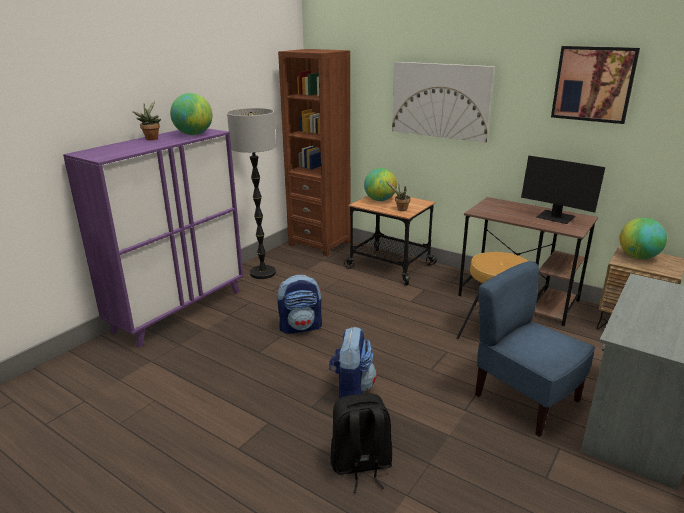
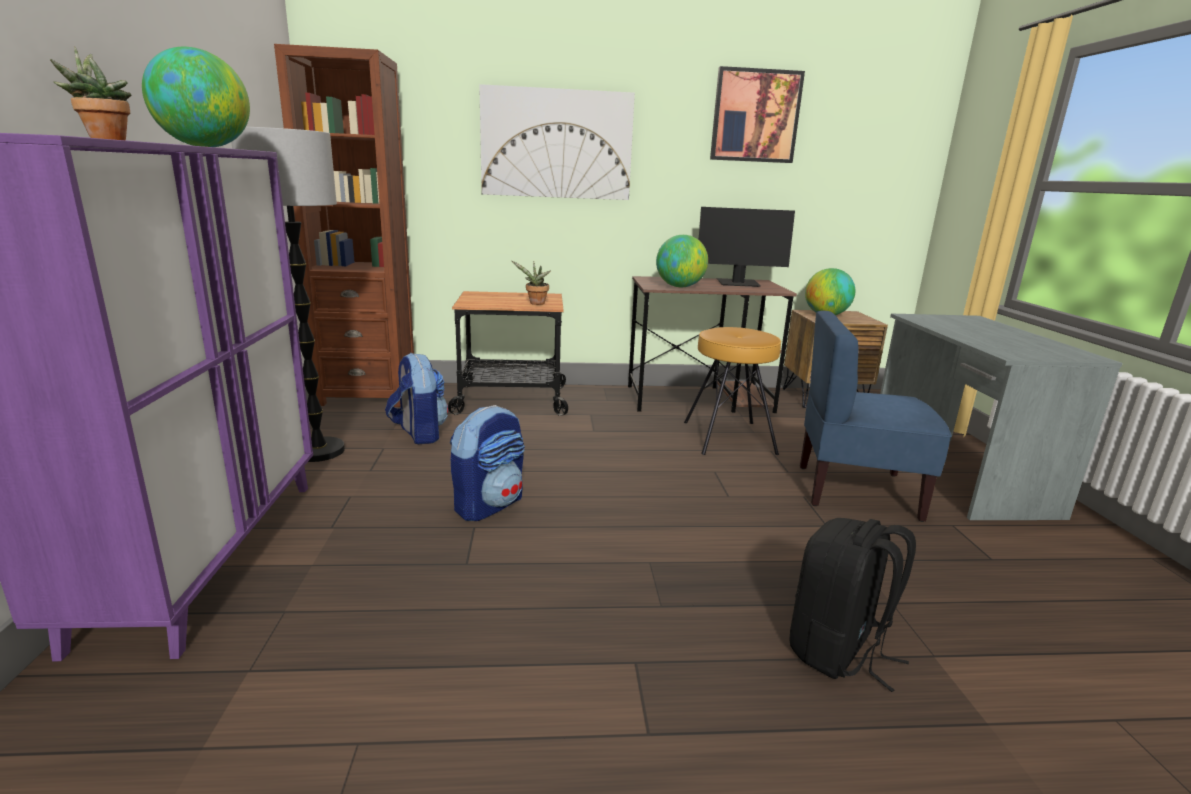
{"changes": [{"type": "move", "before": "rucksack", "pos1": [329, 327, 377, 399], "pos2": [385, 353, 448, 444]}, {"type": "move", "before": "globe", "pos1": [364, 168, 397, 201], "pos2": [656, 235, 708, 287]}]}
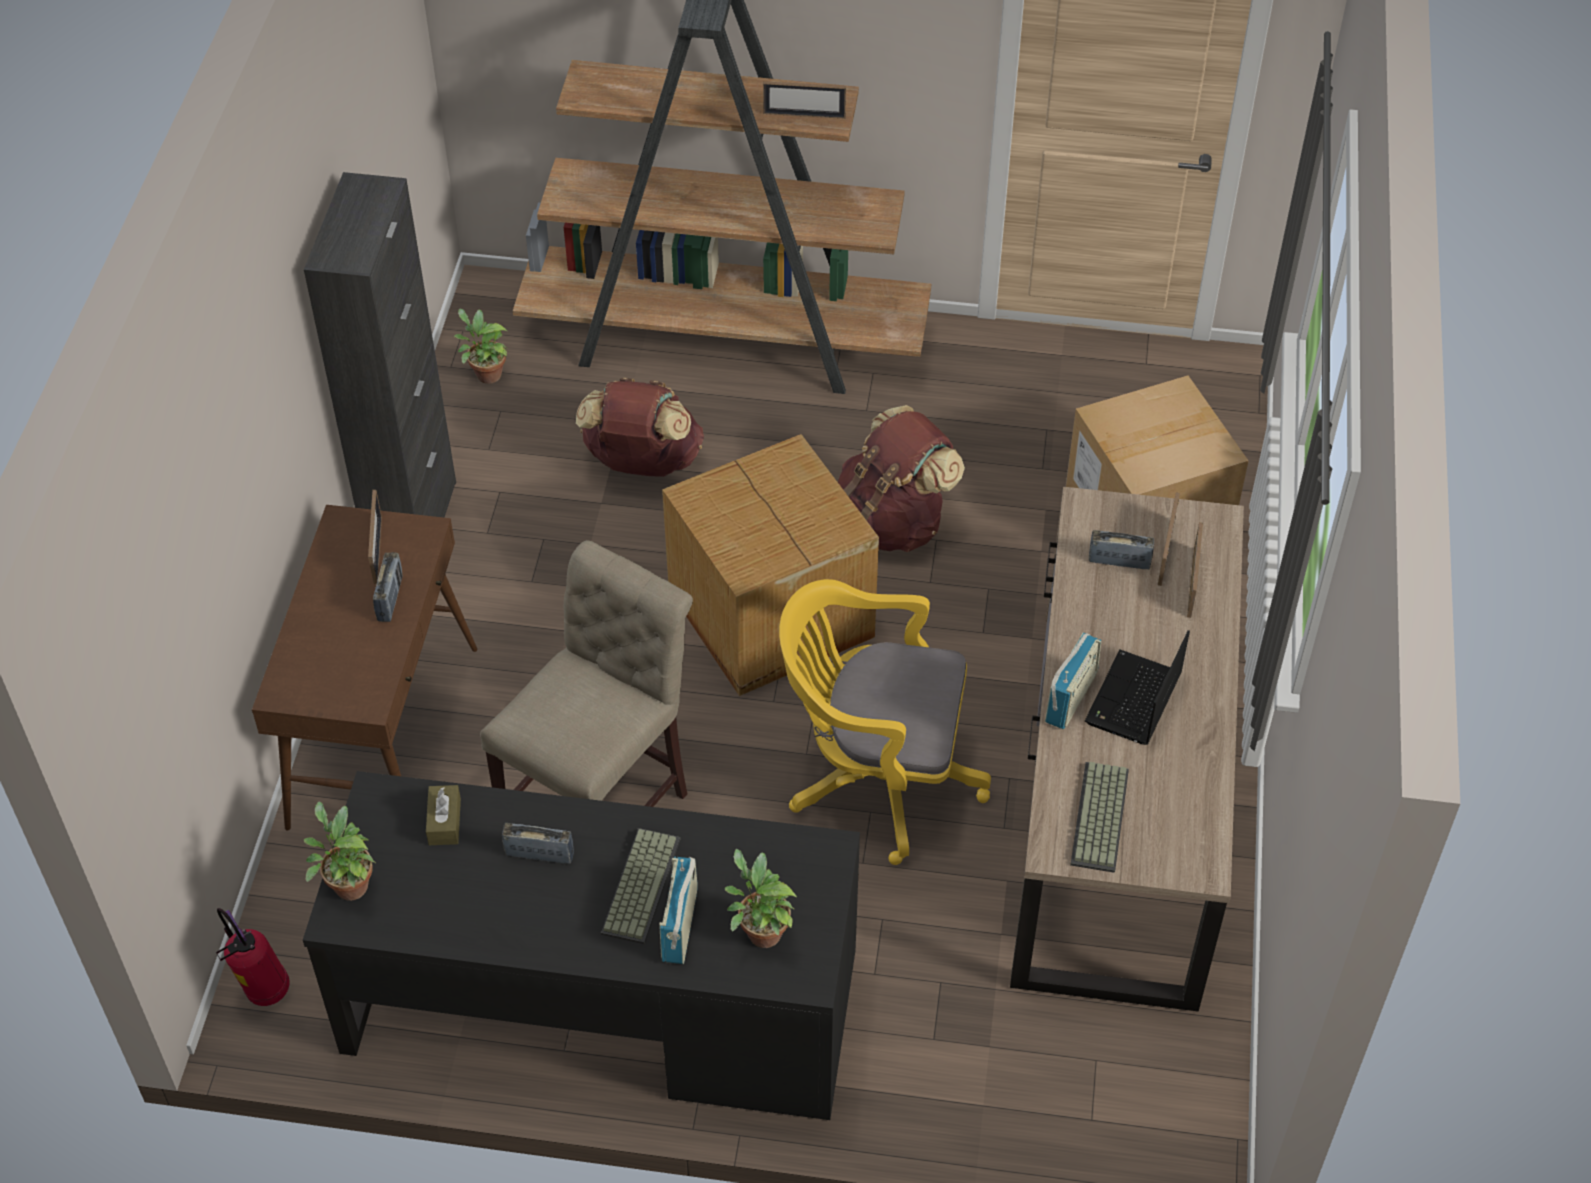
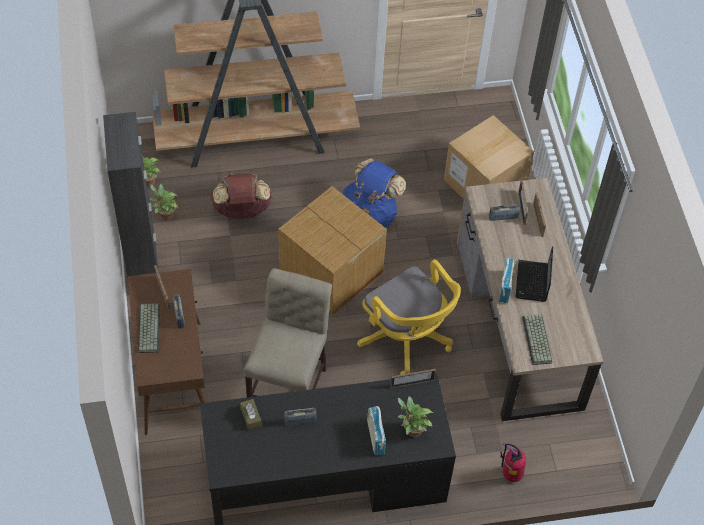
{"changes": [{"type": "move", "before": "fire extinguisher", "pos1": [216, 908, 290, 1006], "pos2": [500, 443, 526, 482]}, {"type": "move", "before": "plant in a pot", "pos1": [304, 802, 376, 901], "pos2": [150, 184, 178, 220]}, {"type": "move", "before": "computer keyboard", "pos1": [601, 828, 680, 944], "pos2": [138, 303, 160, 353]}, {"type": "move", "before": "photo frame", "pos1": [763, 81, 846, 119], "pos2": [390, 369, 436, 388]}, {"type": "recolor", "before": "rucksack (brown-coloured)", "after": "rucksack (blue)", "pos1": [838, 405, 965, 552], "pos2": [343, 158, 406, 228]}, {"type": "rotate", "before": "desk chair (yellowish)", "pos1": [779, 579, 991, 865], "pos2": [357, 259, 461, 375], "turn": -120}]}
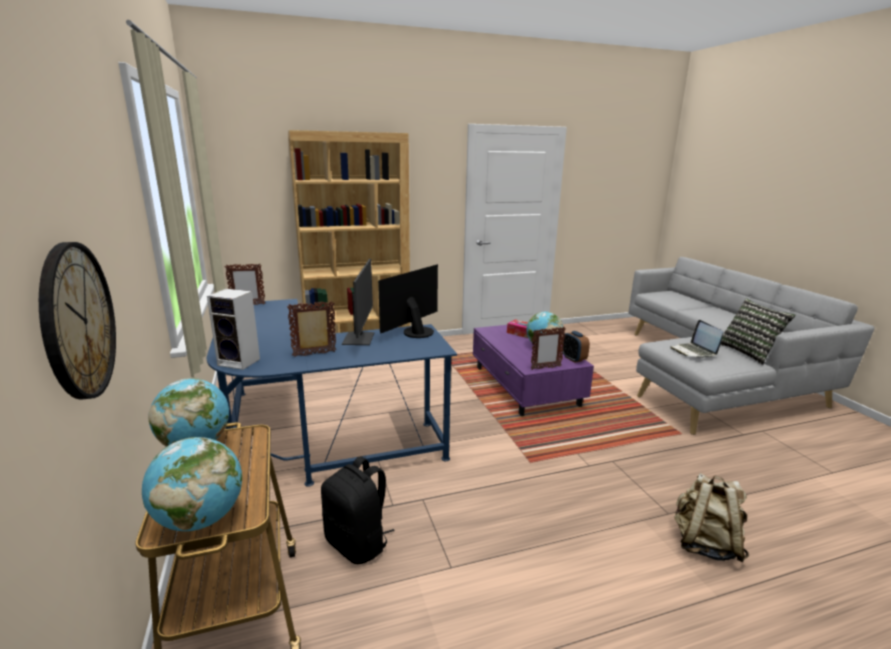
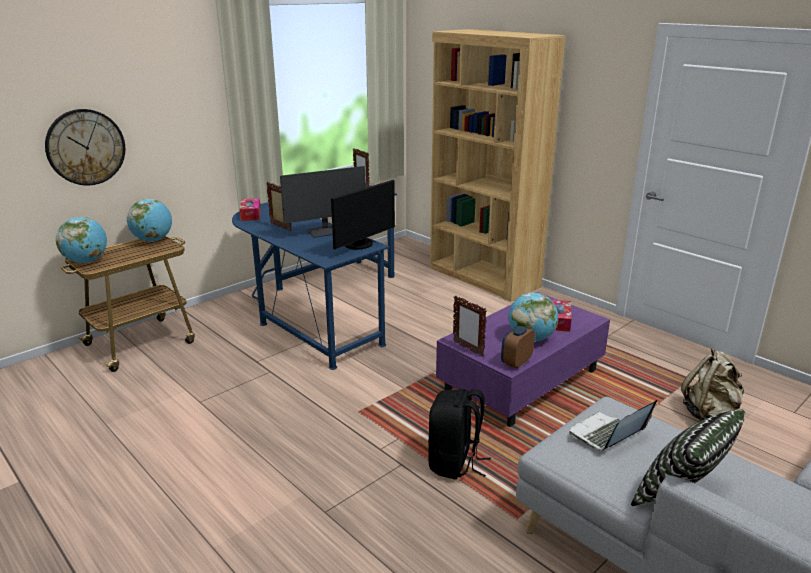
{"changes": [{"type": "move", "before": "rucksack (black)", "pos1": [321, 456, 395, 564], "pos2": [428, 389, 491, 479]}, {"type": "move", "before": "rucksack (beige)", "pos1": [674, 473, 749, 562], "pos2": [681, 348, 744, 421]}, {"type": "replace", "before": "speaker", "after": "box of tissues", "pos1": [207, 289, 260, 370], "pos2": [240, 198, 261, 221]}, {"type": "rotate", "before": "computer screen", "pos1": [378, 264, 438, 338], "pos2": [331, 180, 395, 250], "turn": 120}]}
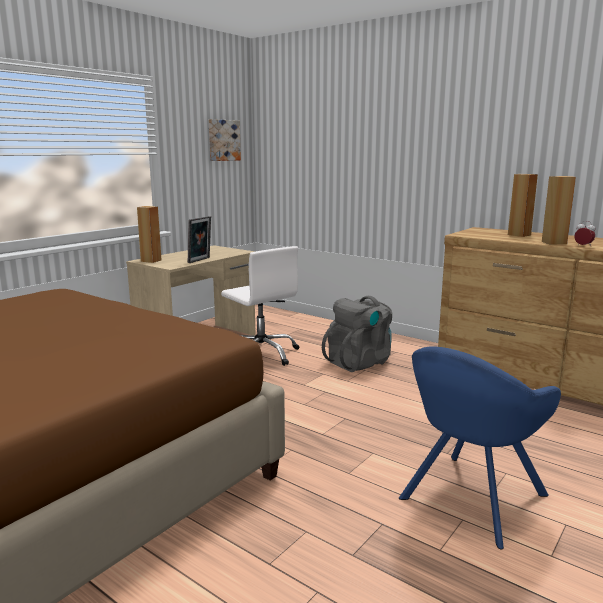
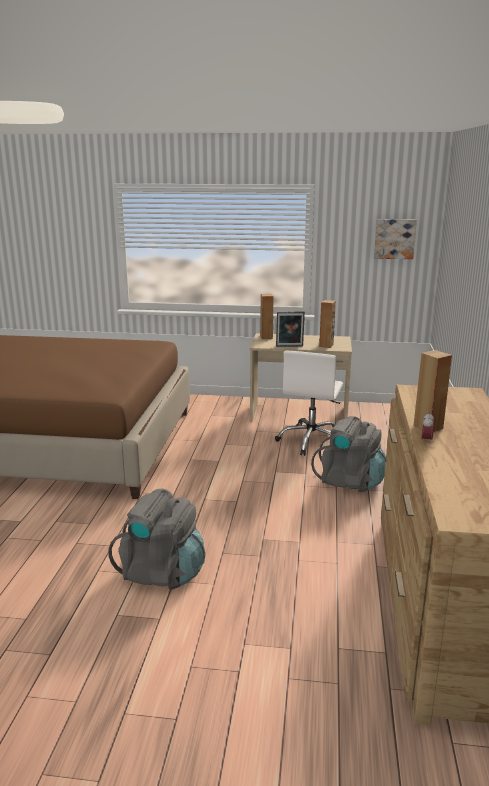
{"changes": [{"type": "move", "before": "speaker (brown-coloured)", "pos1": [508, 174, 538, 237], "pos2": [319, 300, 336, 348]}, {"type": "replace", "before": "easy chair (blue)", "after": "rucksack (grey)", "pos1": [399, 346, 561, 550], "pos2": [108, 489, 205, 589]}]}
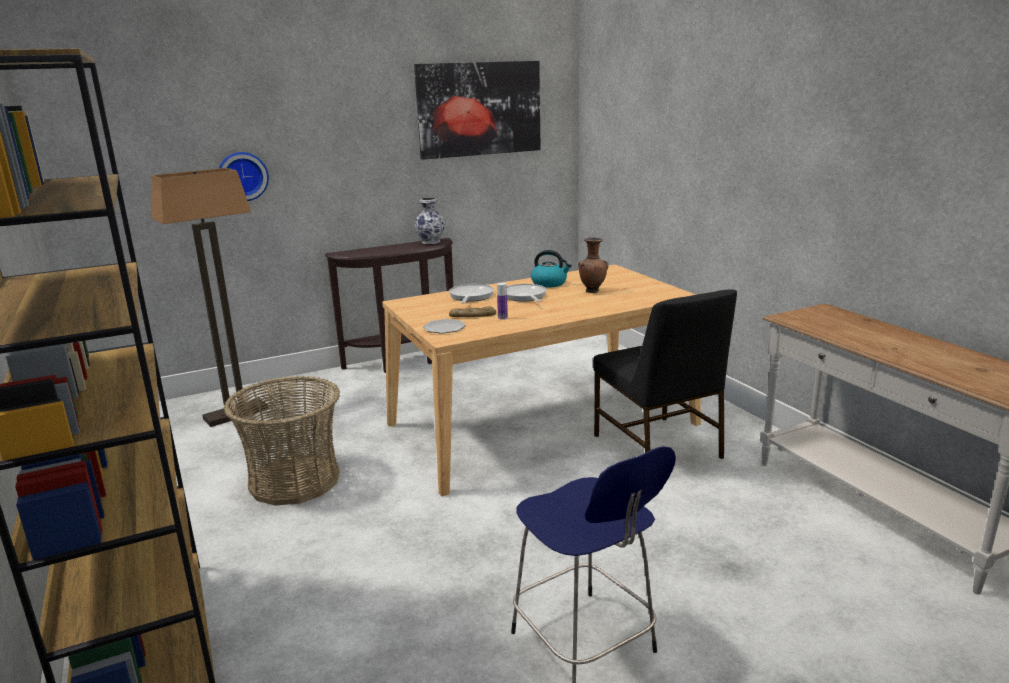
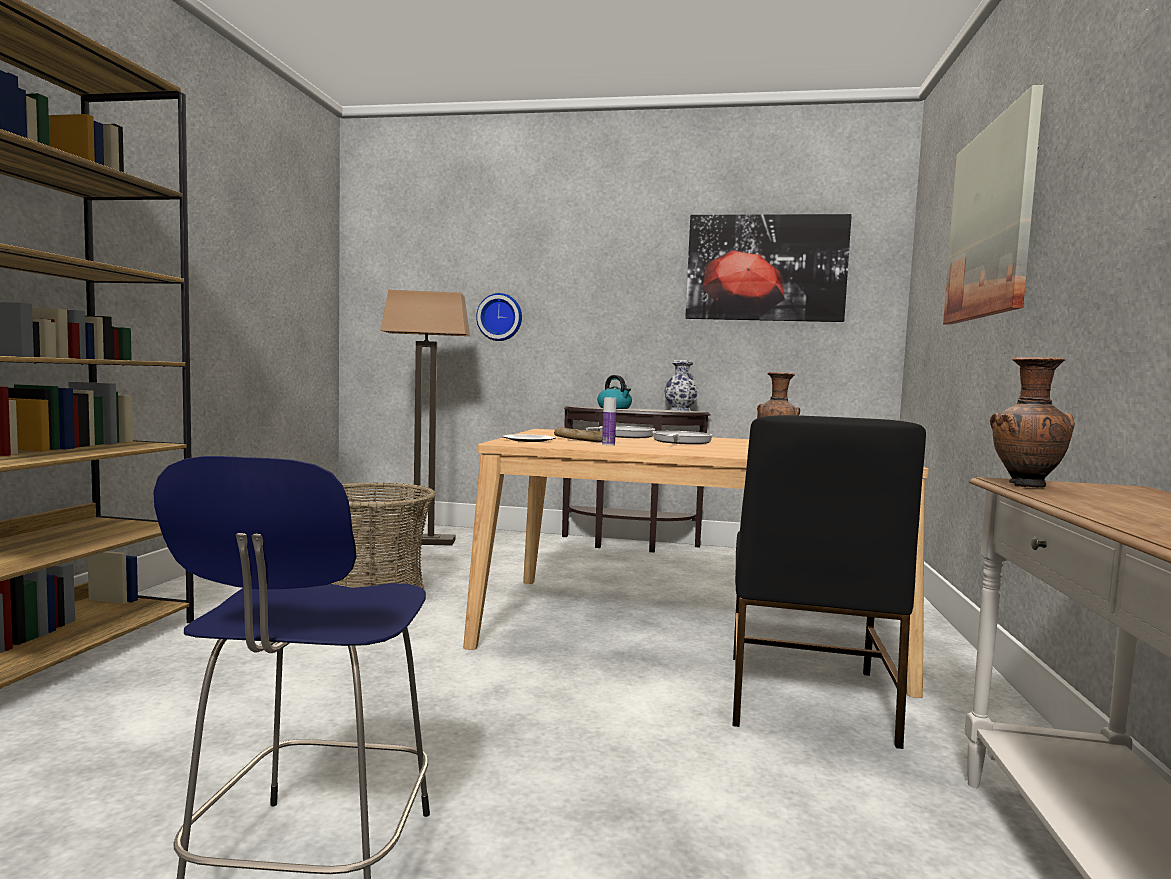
{"changes": [{"type": "insert", "after": "wall art", "pos2": [943, 85, 1044, 325]}, {"type": "insert", "after": "decorative vase (brown-coloured)", "pos2": [990, 357, 1074, 488]}, {"type": "move", "before": "kettle", "pos1": [531, 250, 572, 288], "pos2": [597, 375, 632, 409]}]}
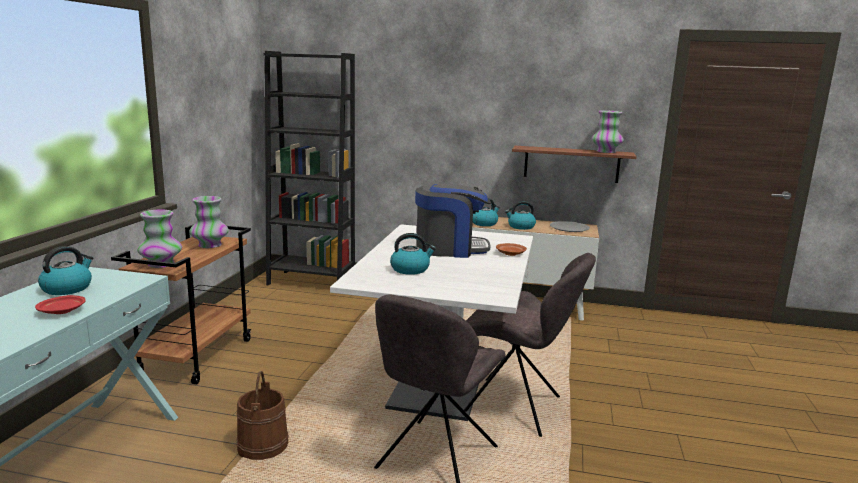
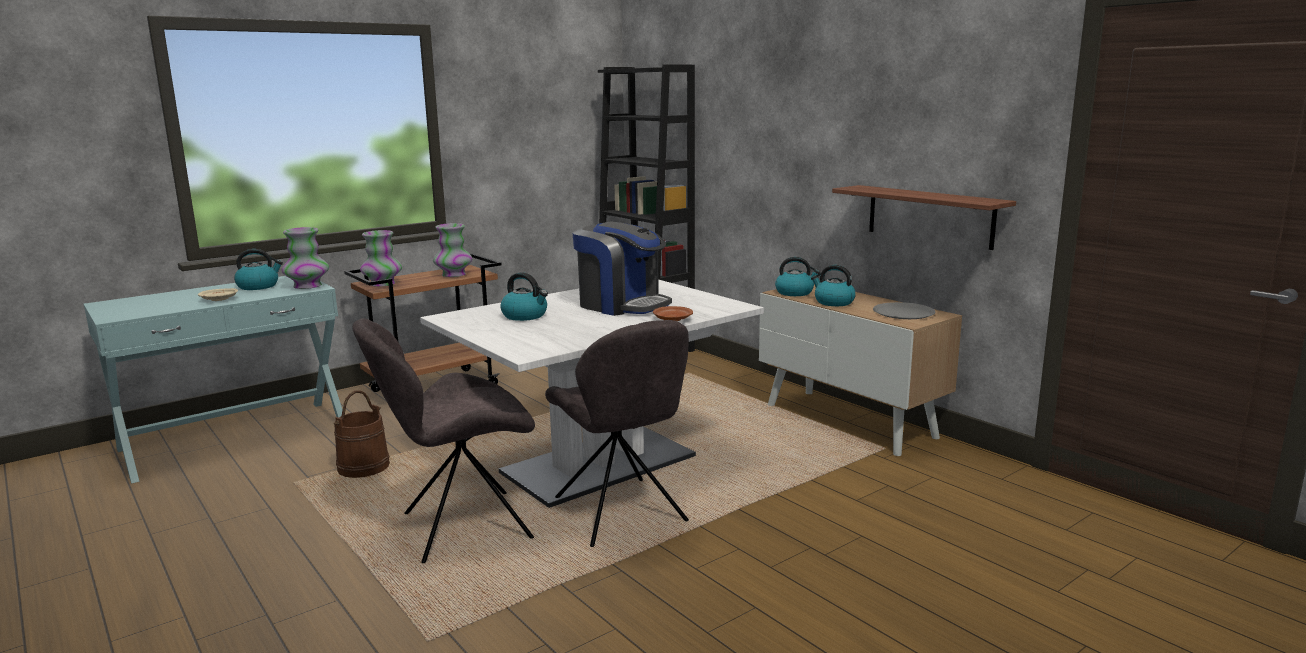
{"changes": [{"type": "move", "before": "decorative vase", "pos1": [592, 110, 624, 153], "pos2": [282, 227, 329, 289]}, {"type": "recolor", "before": "flat dish (red-coloured)", "after": "flat dish (beige)", "pos1": [35, 295, 86, 314], "pos2": [198, 288, 238, 301]}]}
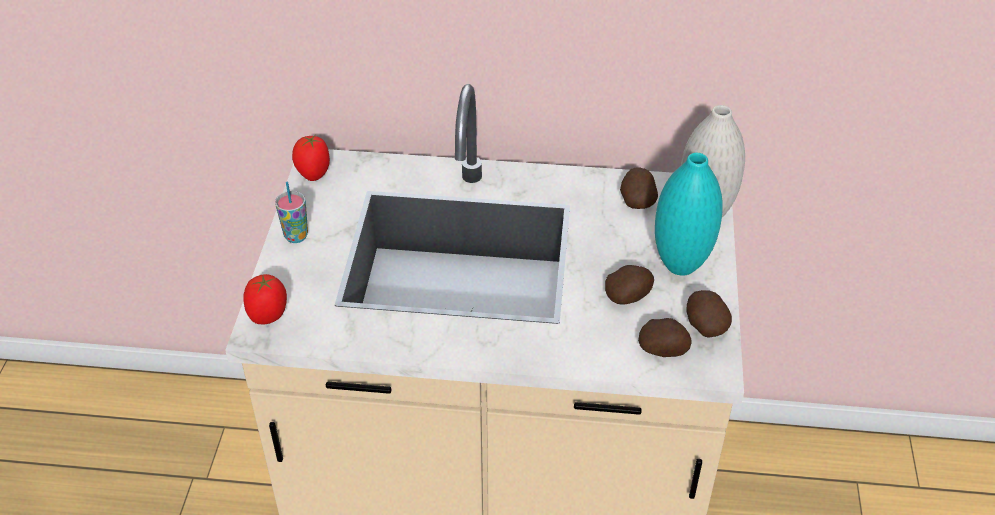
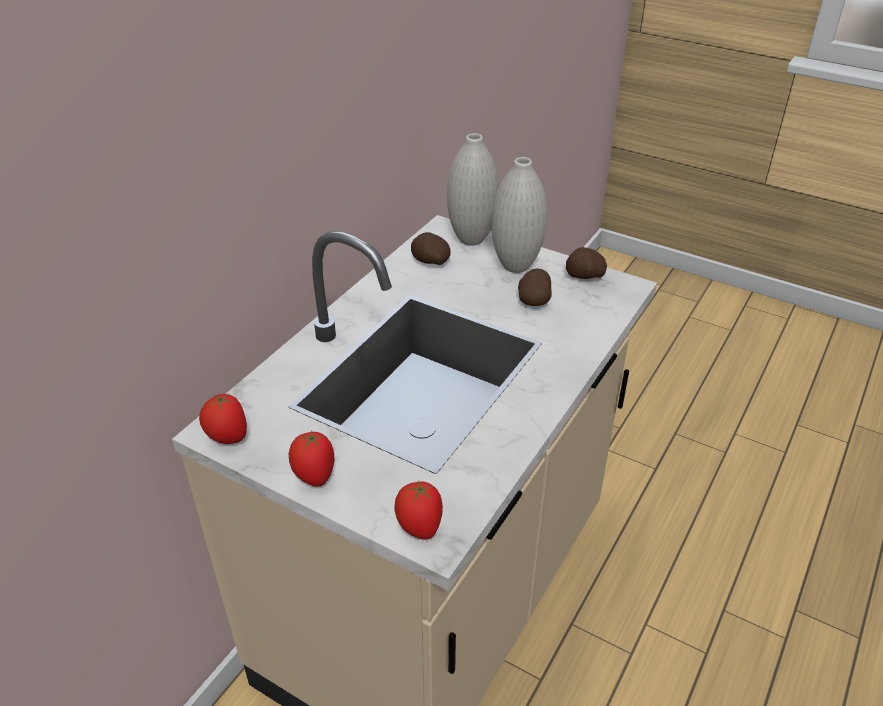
{"changes": [{"type": "delete", "before": "potato", "pos1": [638, 318, 692, 357]}, {"type": "replace", "before": "drinking cup", "after": "whole tomato", "pos1": [275, 181, 308, 243], "pos2": [289, 430, 334, 487]}, {"type": "recolor", "before": "decorative vase (turquoise-coloured)", "after": "decorative vase (white)", "pos1": [655, 153, 723, 276], "pos2": [492, 157, 547, 273]}]}
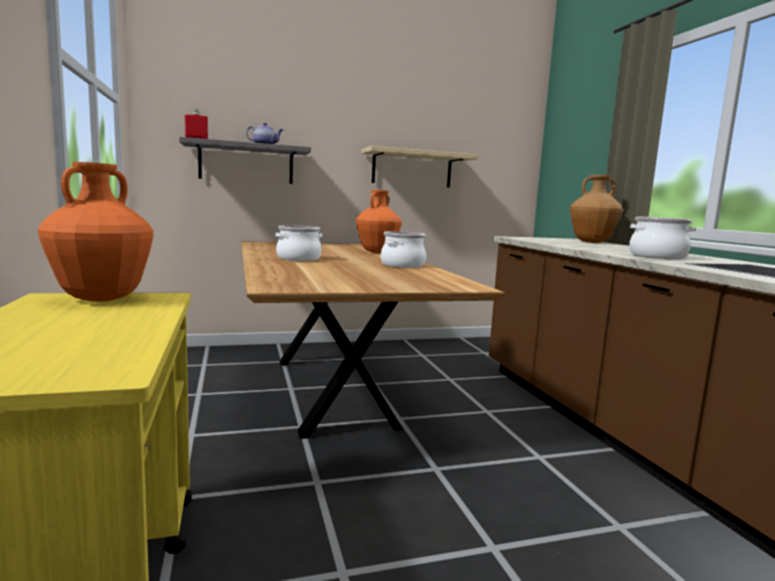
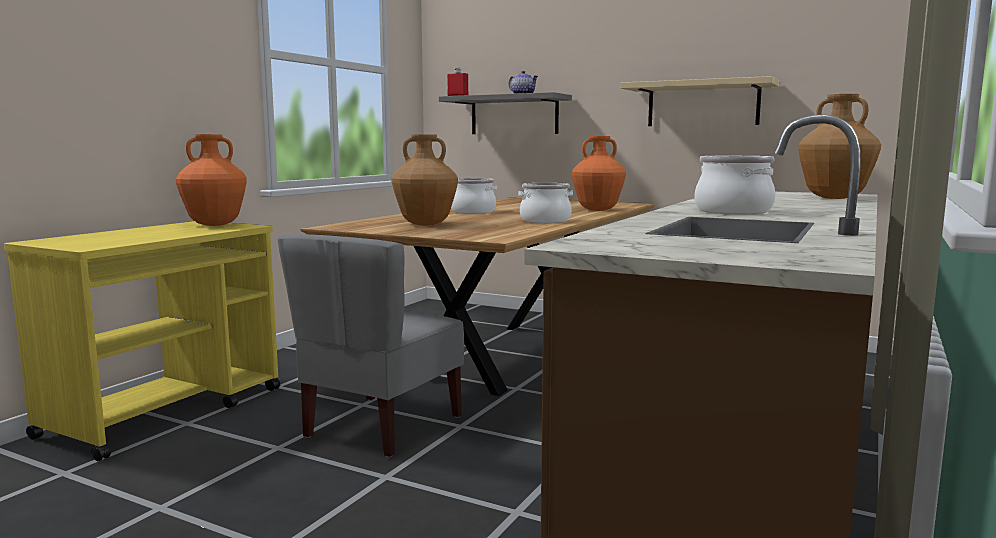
{"changes": [{"type": "insert", "after": "chair (grey)", "pos2": [278, 234, 464, 457]}, {"type": "insert", "after": "decorative vase (brown-coloured)", "pos2": [392, 134, 458, 226]}]}
